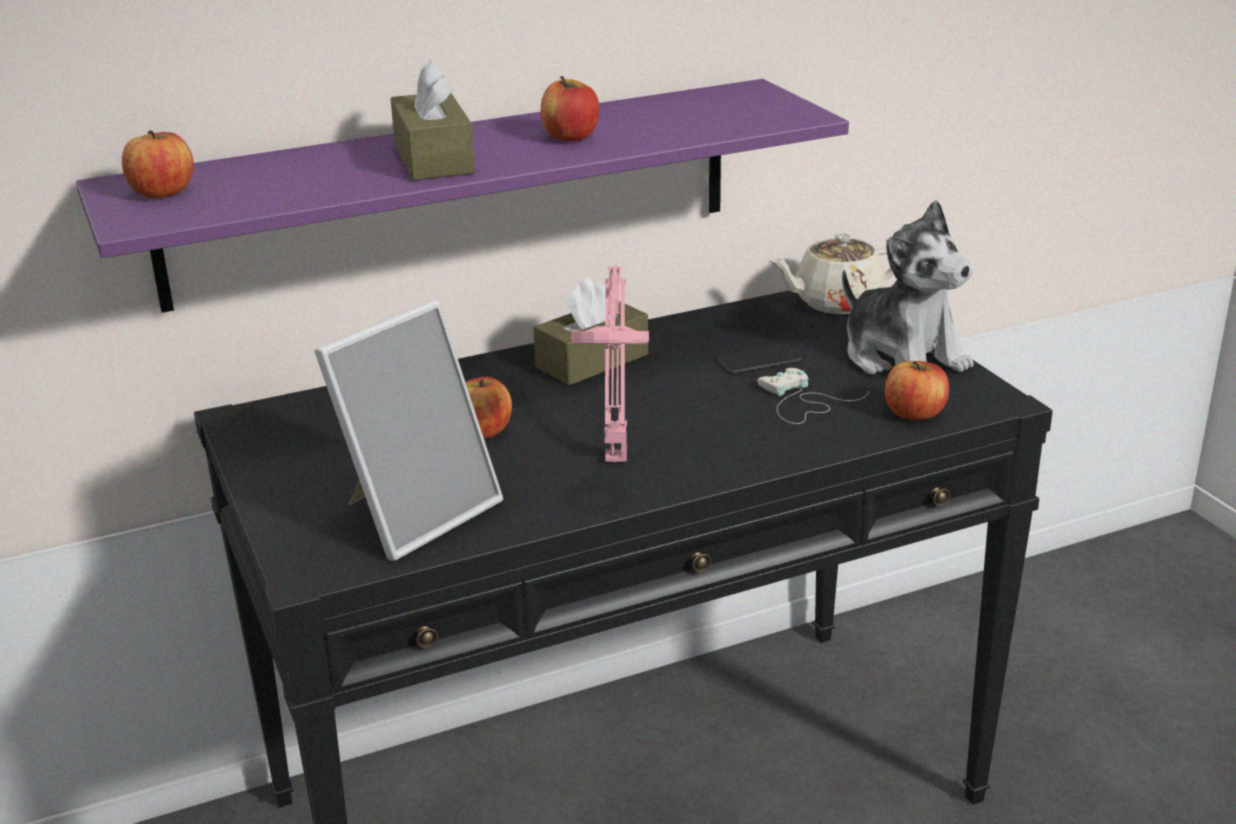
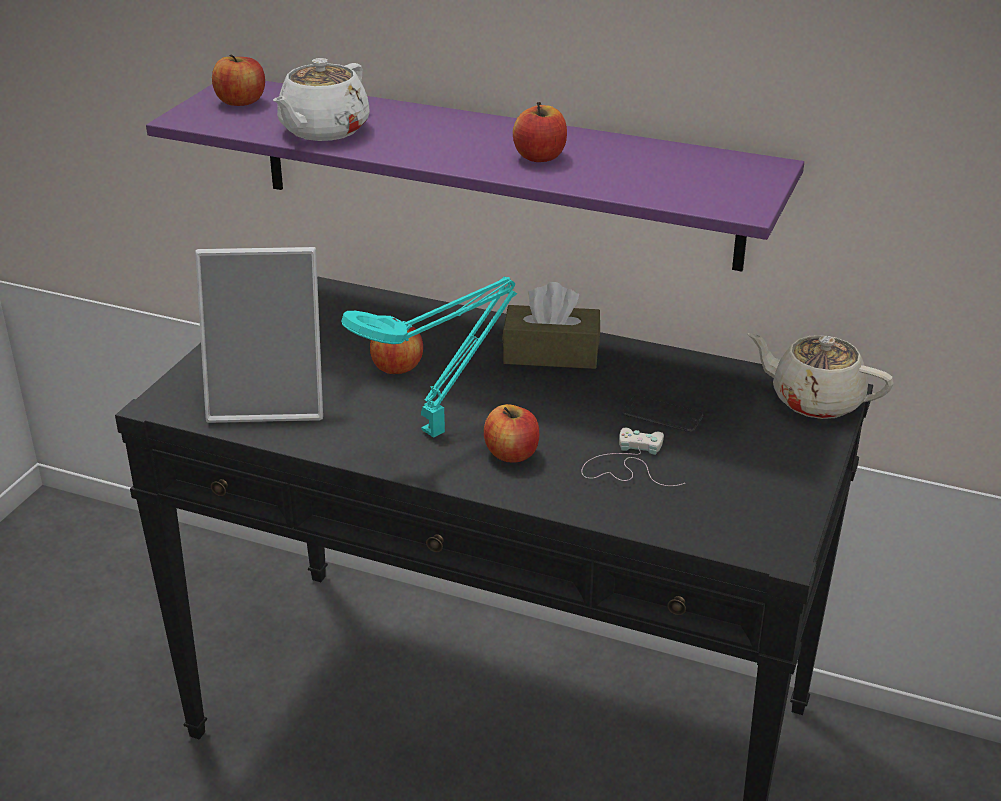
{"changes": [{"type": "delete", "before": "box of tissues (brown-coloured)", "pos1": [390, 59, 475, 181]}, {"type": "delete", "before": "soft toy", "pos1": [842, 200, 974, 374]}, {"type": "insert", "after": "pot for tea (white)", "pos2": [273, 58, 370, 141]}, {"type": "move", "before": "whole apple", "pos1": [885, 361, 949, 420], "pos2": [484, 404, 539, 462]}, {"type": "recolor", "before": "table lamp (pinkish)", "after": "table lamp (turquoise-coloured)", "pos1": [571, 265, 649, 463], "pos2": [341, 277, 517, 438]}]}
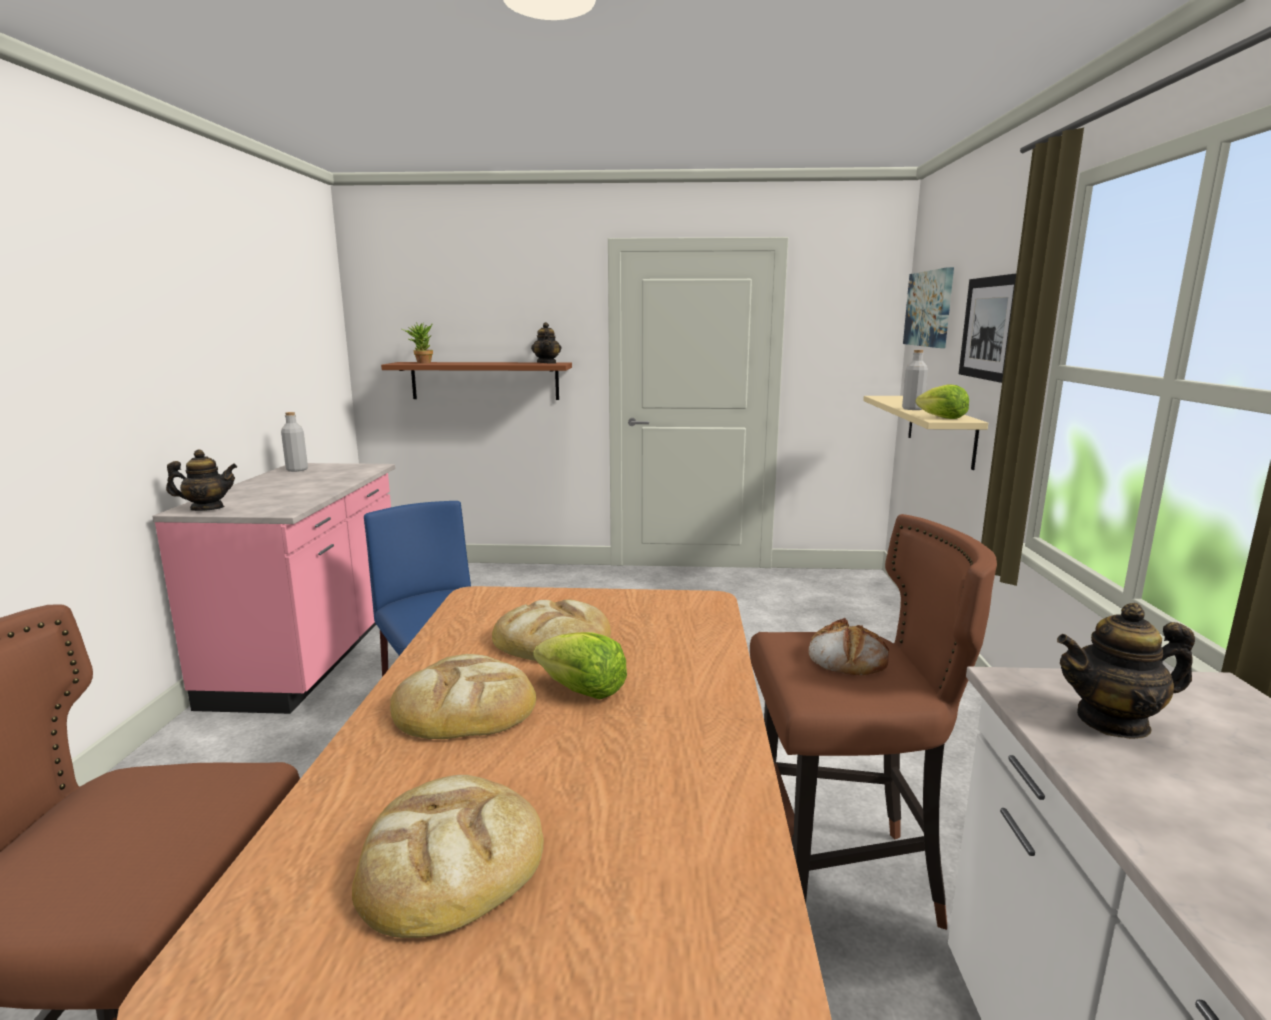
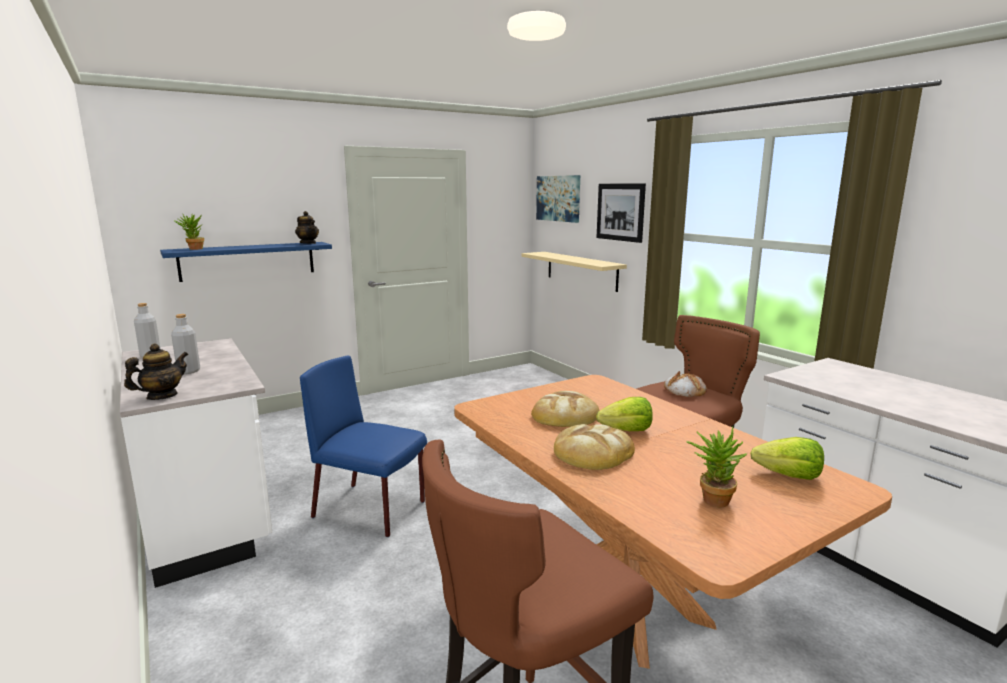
{"changes": [{"type": "delete", "before": "pot for tea", "pos1": [1057, 603, 1195, 739]}, {"type": "move", "before": "bottle (grey)", "pos1": [902, 350, 928, 410], "pos2": [171, 314, 200, 374]}, {"type": "move", "before": "lettuce", "pos1": [916, 384, 969, 419], "pos2": [750, 437, 824, 480]}, {"type": "replace", "before": "bread", "after": "plant in a pot", "pos1": [352, 775, 544, 938], "pos2": [686, 427, 747, 507]}, {"type": "recolor", "before": "kitchen base unit (pinkish)", "after": "kitchen base unit (white)", "pos1": [152, 463, 395, 714], "pos2": [120, 338, 272, 588]}, {"type": "recolor", "before": "bracket shelf (brown-coloured)", "after": "bracket shelf (blue)", "pos1": [381, 362, 572, 400], "pos2": [160, 242, 332, 282]}]}
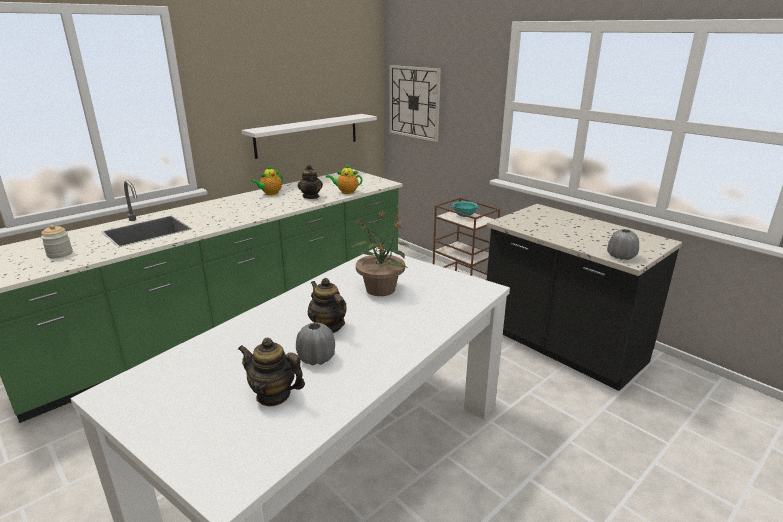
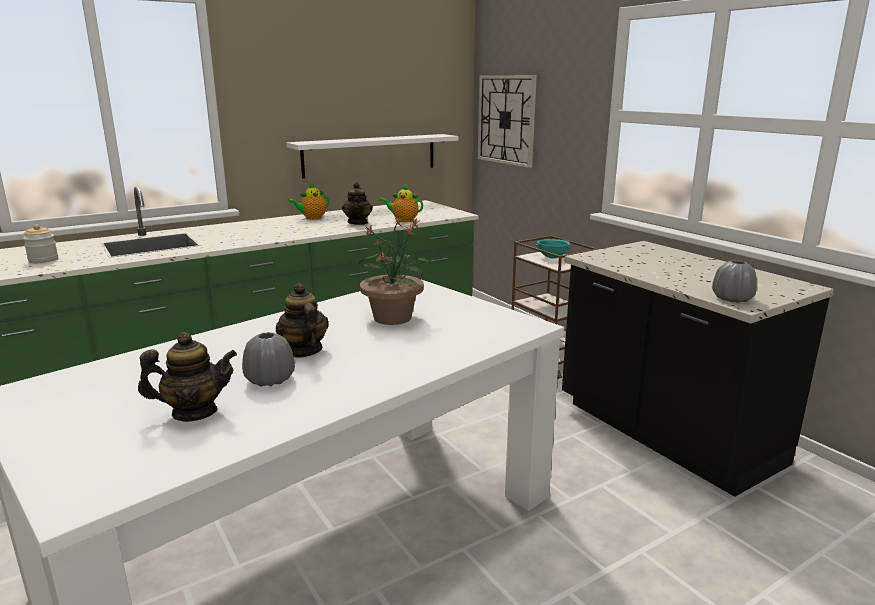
{"changes": [{"type": "rotate", "before": "pot for tea", "pos1": [238, 338, 305, 406], "pos2": [138, 332, 237, 422], "turn": 135}]}
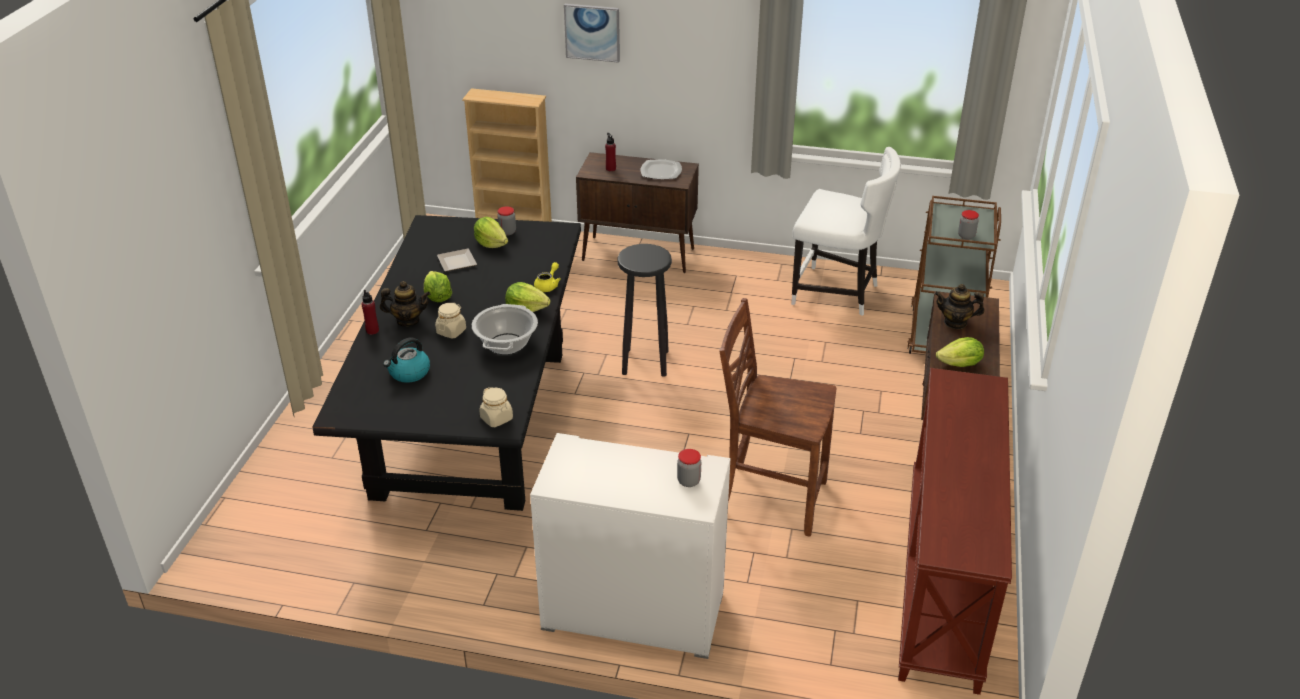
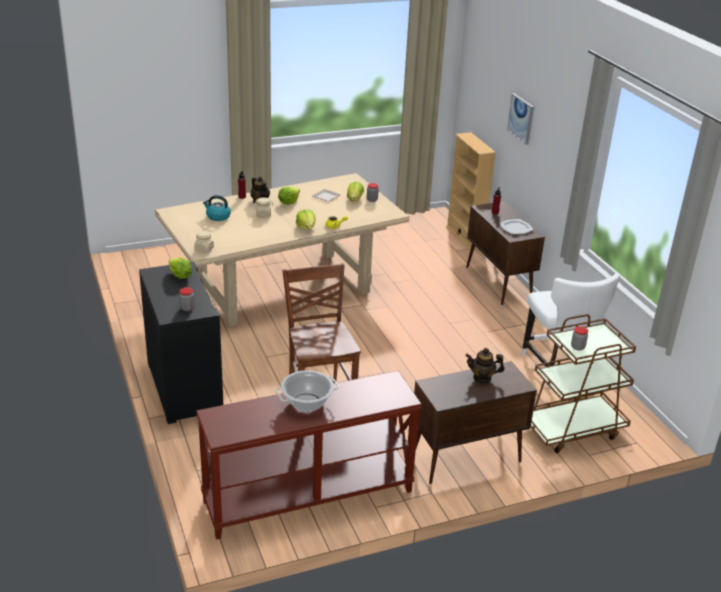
{"changes": [{"type": "delete", "before": "sitting stool (black)", "pos1": [617, 244, 672, 376]}, {"type": "move", "before": "stockpot", "pos1": [472, 304, 538, 355], "pos2": [275, 370, 339, 412]}, {"type": "move", "before": "lettuce", "pos1": [936, 337, 984, 367], "pos2": [169, 258, 192, 279]}, {"type": "recolor", "before": "kitchen table (black)", "after": "kitchen table (beige)", "pos1": [312, 215, 581, 511], "pos2": [155, 173, 409, 327]}, {"type": "recolor", "before": "drawer chest (white)", "after": "drawer chest (black)", "pos1": [530, 433, 730, 659], "pos2": [139, 262, 223, 424]}, {"type": "rotate", "before": "pot for tea", "pos1": [935, 284, 985, 329], "pos2": [465, 348, 504, 384], "turn": -60}]}
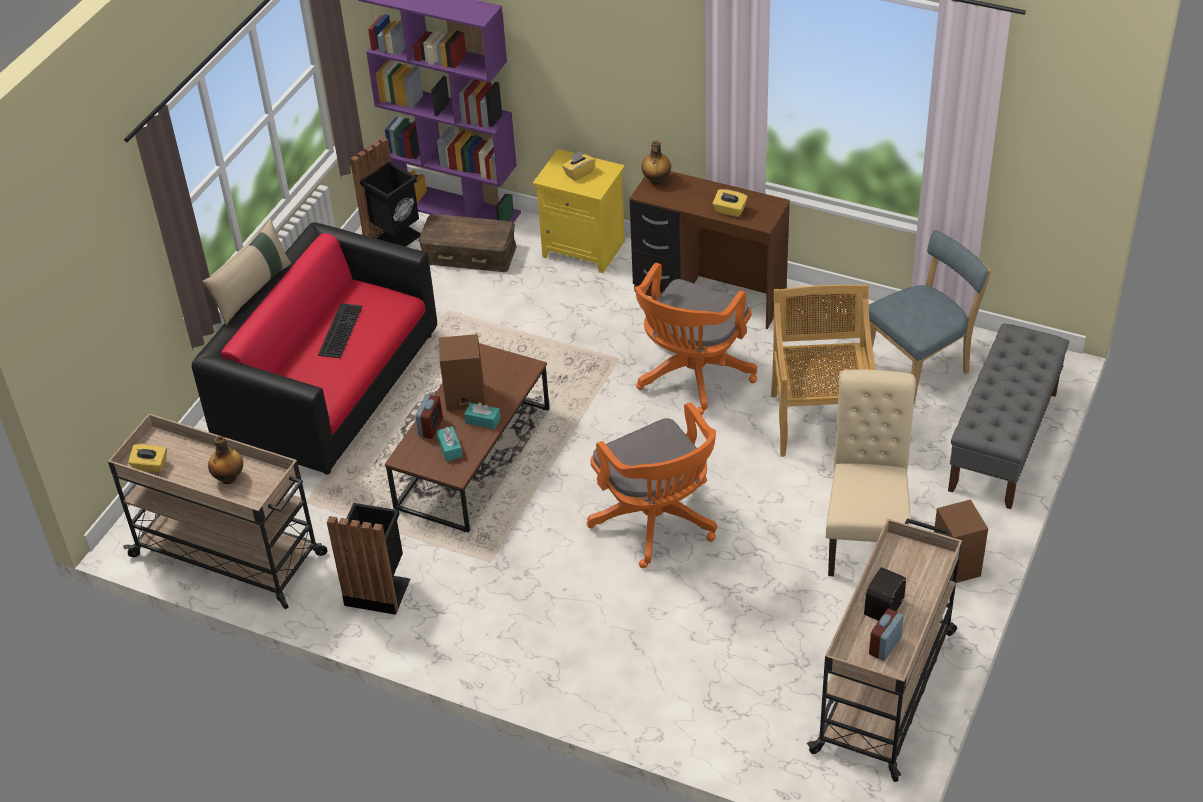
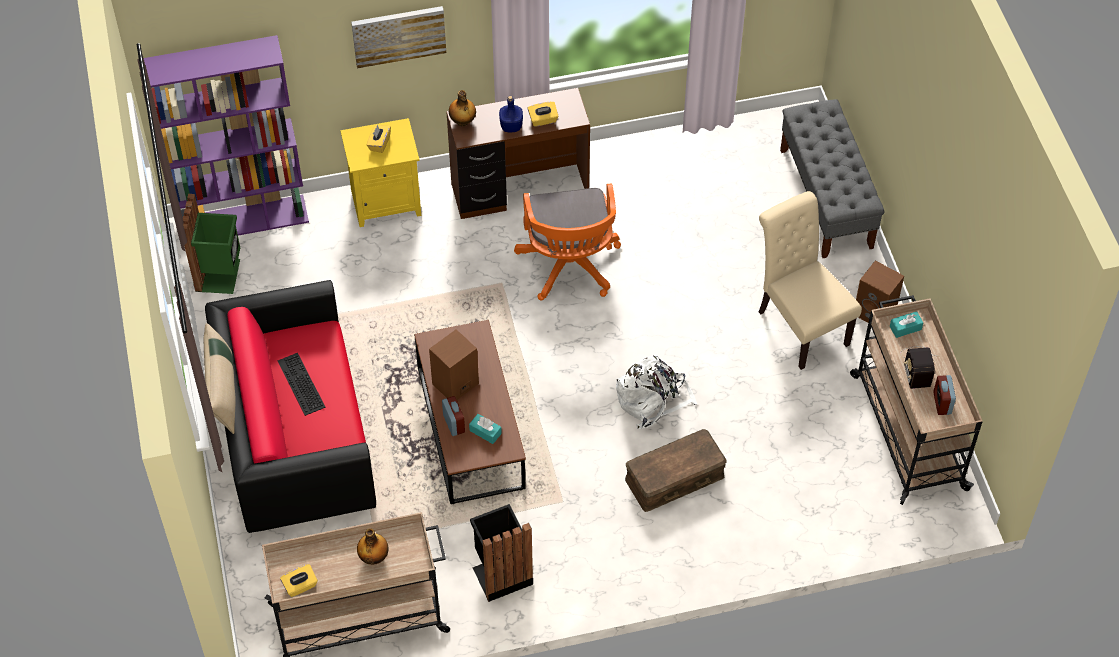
{"changes": [{"type": "delete", "before": "chair (beige)", "pos1": [771, 284, 876, 457]}, {"type": "delete", "before": "chair (blue)", "pos1": [869, 230, 991, 403]}, {"type": "insert", "after": "wall art", "pos2": [351, 6, 446, 69]}, {"type": "insert", "after": "bottle (blue)", "pos2": [499, 96, 523, 132]}, {"type": "move", "before": "storage bin (brown-coloured)", "pos1": [418, 214, 517, 272], "pos2": [625, 429, 727, 512]}, {"type": "move", "before": "box of tissues (turquoise-coloured)", "pos1": [464, 402, 501, 429], "pos2": [890, 311, 923, 338]}, {"type": "replace", "before": "desk chair (orangey)", "after": "rucksack (white)", "pos1": [587, 402, 717, 568], "pos2": [616, 355, 697, 429]}, {"type": "recolor", "before": "waste bin (black)", "after": "waste bin (greenish)", "pos1": [350, 137, 421, 247], "pos2": [183, 194, 240, 294]}]}
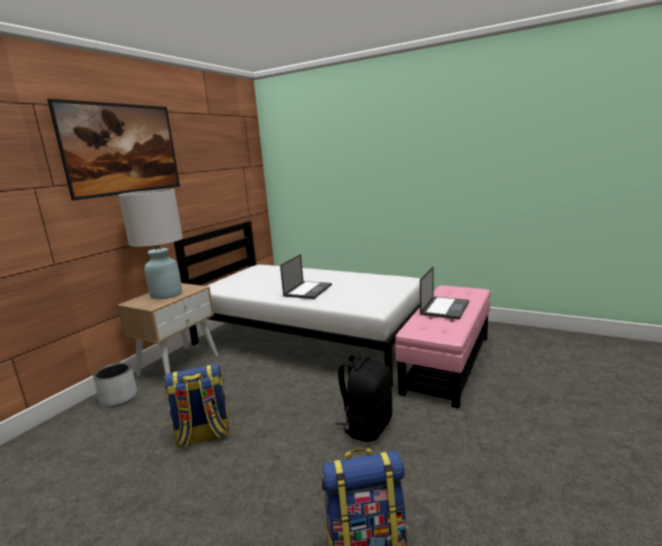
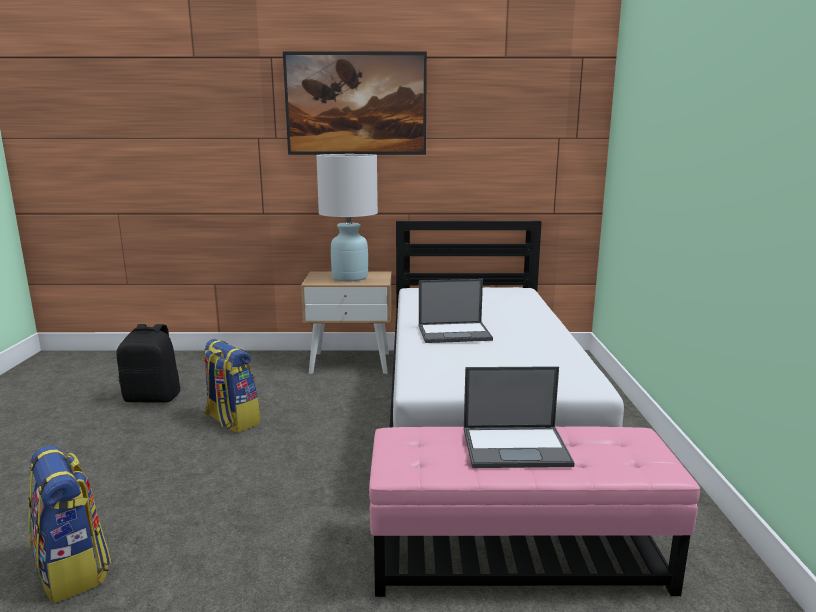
{"changes": [{"type": "delete", "before": "flower pot (grey)", "pos1": [93, 362, 137, 407]}, {"type": "move", "before": "rucksack (black)", "pos1": [335, 353, 392, 442], "pos2": [116, 324, 181, 403]}]}
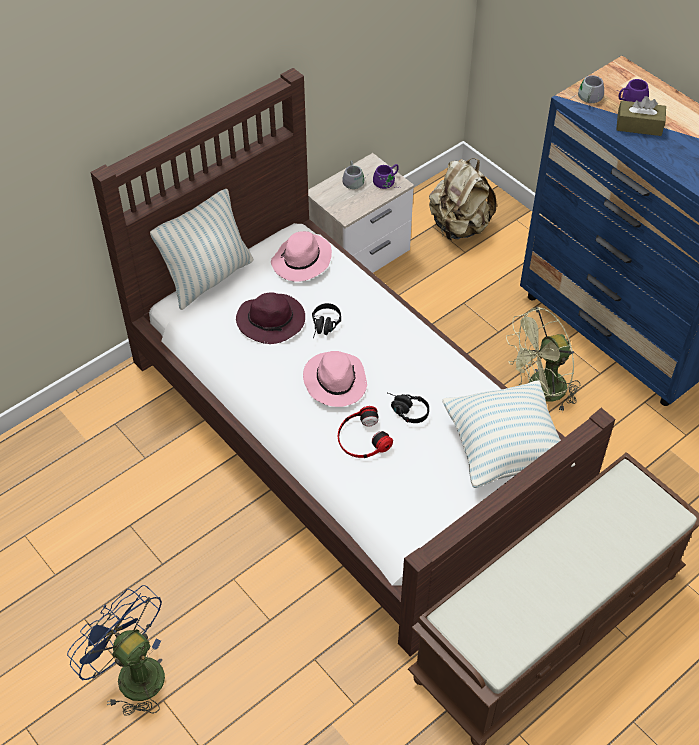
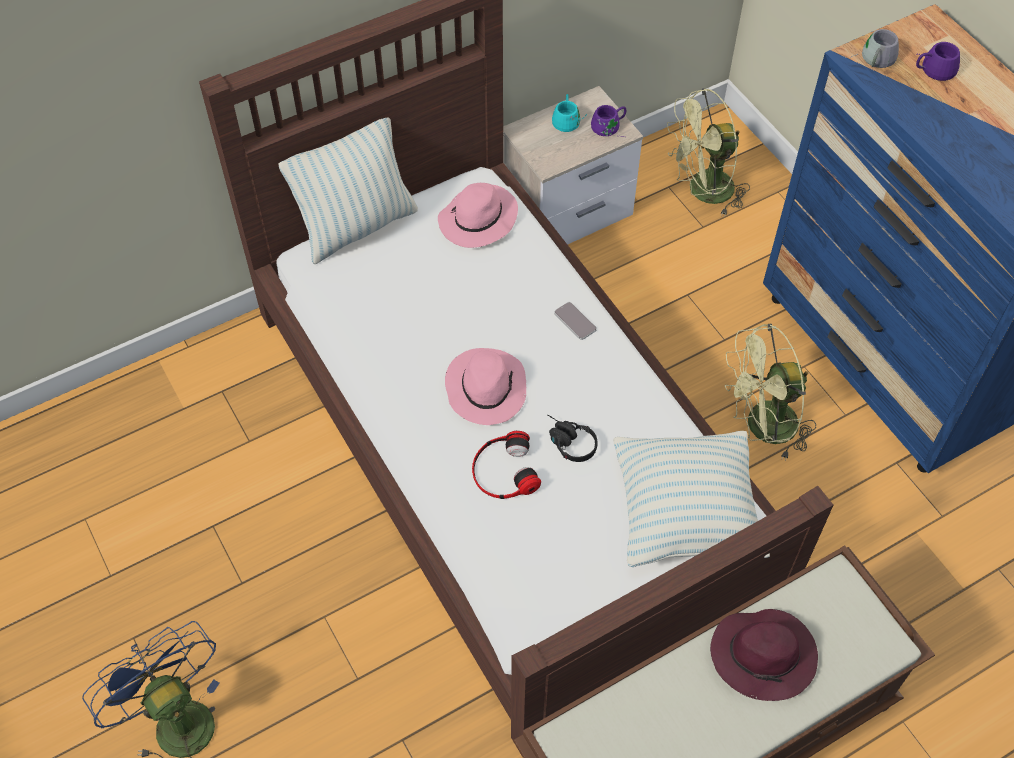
{"changes": [{"type": "delete", "before": "pair of headphones (black)", "pos1": [312, 303, 341, 339]}, {"type": "delete", "before": "box of tissues (brown-coloured)", "pos1": [616, 96, 666, 136]}, {"type": "insert", "after": "telephone", "pos2": [554, 302, 597, 340]}, {"type": "move", "before": "hat (purple-coloured)", "pos1": [236, 292, 305, 344], "pos2": [710, 609, 818, 701]}, {"type": "replace", "before": "rucksack (beige)", "after": "fan (greenish)", "pos1": [429, 158, 496, 240], "pos2": [667, 88, 750, 217]}, {"type": "recolor", "before": "coffee mug (grey)", "after": "coffee mug (turquoise-coloured)", "pos1": [342, 160, 367, 189], "pos2": [552, 94, 587, 132]}]}
